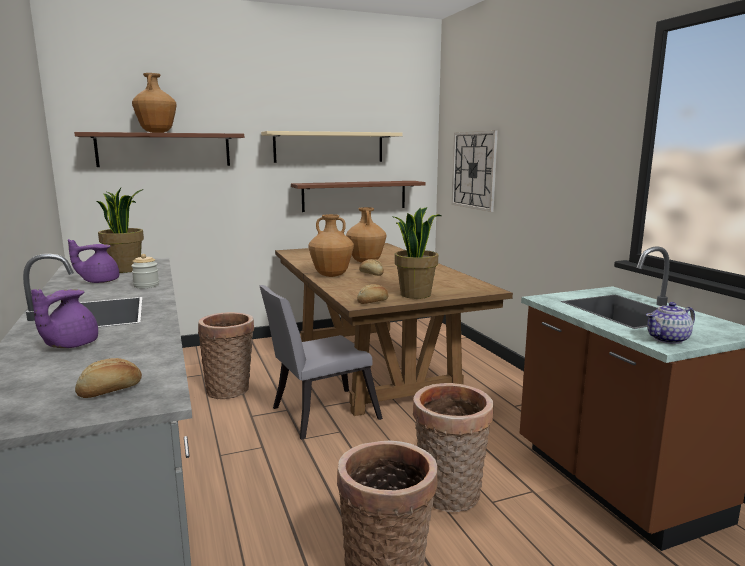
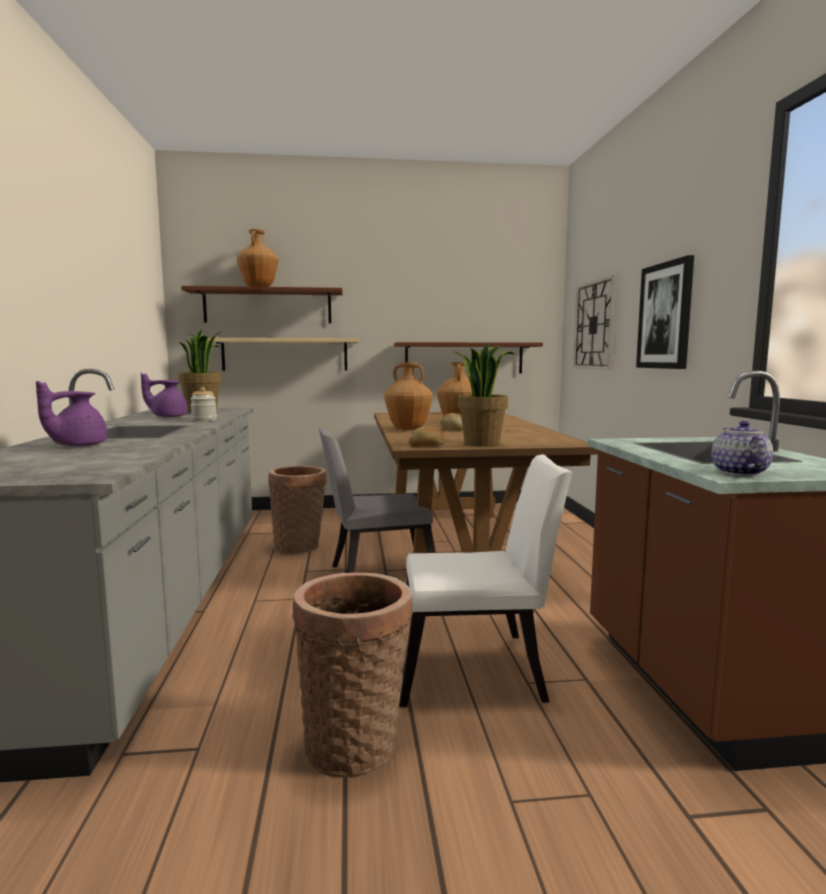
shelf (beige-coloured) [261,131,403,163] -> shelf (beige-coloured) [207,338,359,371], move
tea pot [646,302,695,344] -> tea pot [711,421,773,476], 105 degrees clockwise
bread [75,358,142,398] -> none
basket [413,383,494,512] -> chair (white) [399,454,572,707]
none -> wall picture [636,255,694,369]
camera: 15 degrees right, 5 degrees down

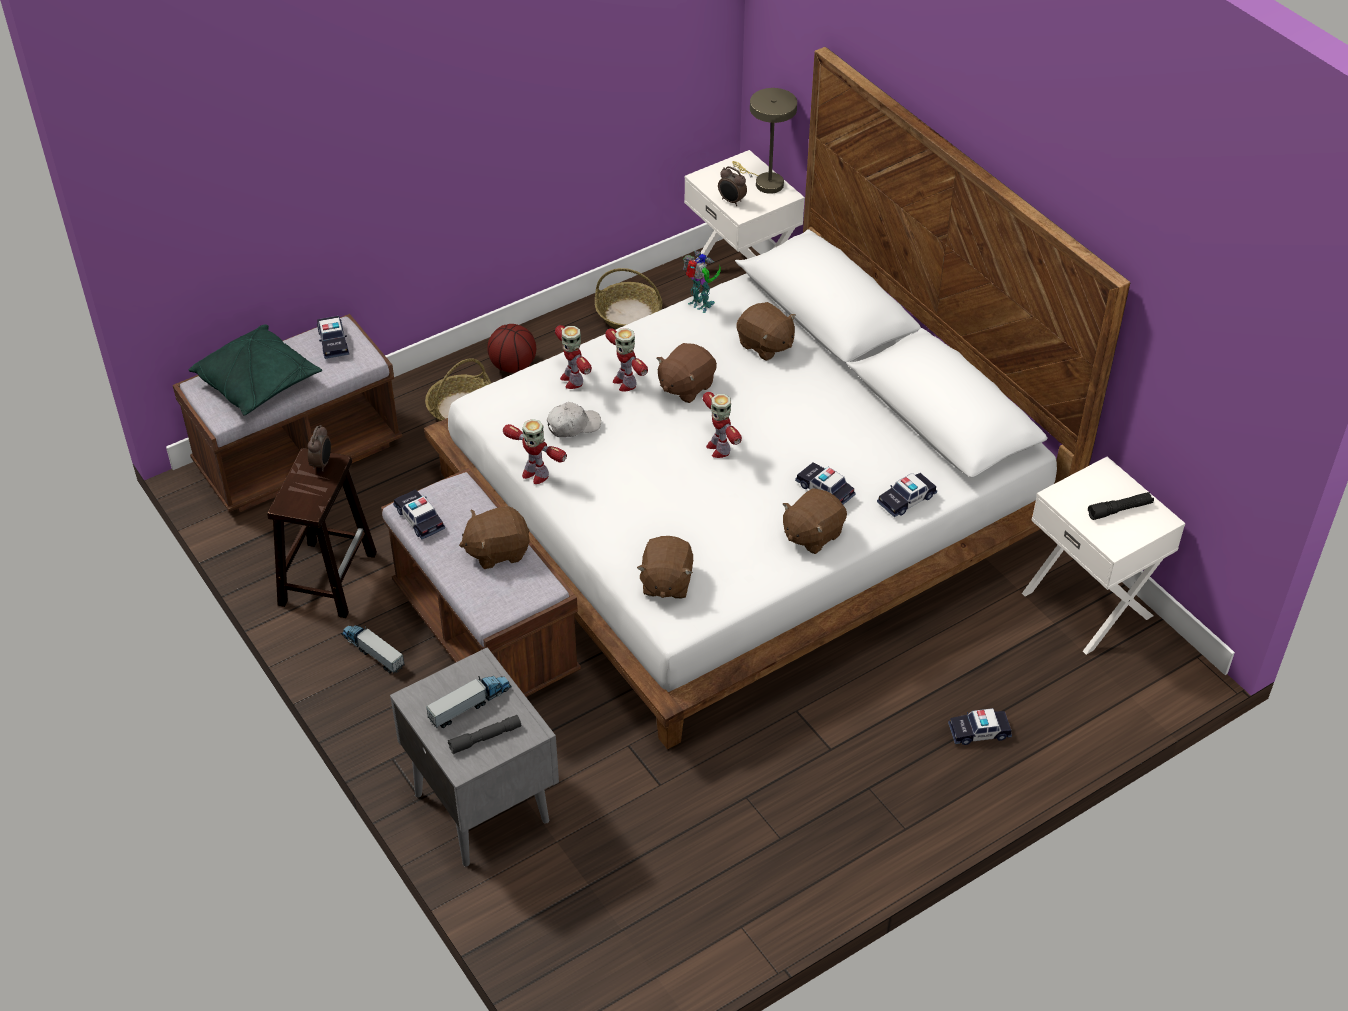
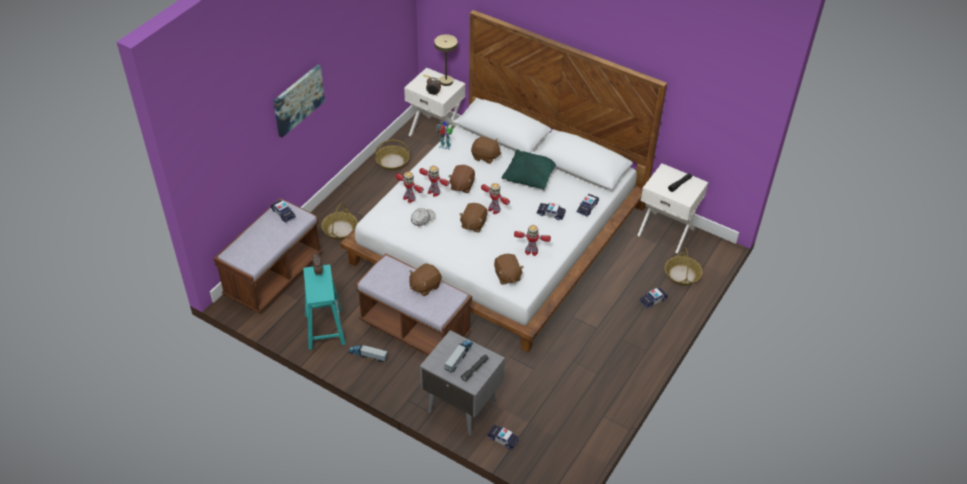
pillow (green) [189,324,322,416] -> pillow (green) [501,149,556,190], move
basketball ball [487,324,536,373] -> none
robot figure [503,419,567,484] -> robot figure [514,225,551,256], move
stool (brownish) [267,448,377,618] -> stool (blue-green) [303,265,346,350]
plush toy (brownish) [782,488,847,554] -> plush toy (brownish) [459,203,487,233], move
miniature car [393,489,445,539] -> miniature car [487,425,520,450], move
none -> wall picture [273,64,325,138]
none -> basket [665,247,702,285]
camera: 25 degrees left, 0 degrees up

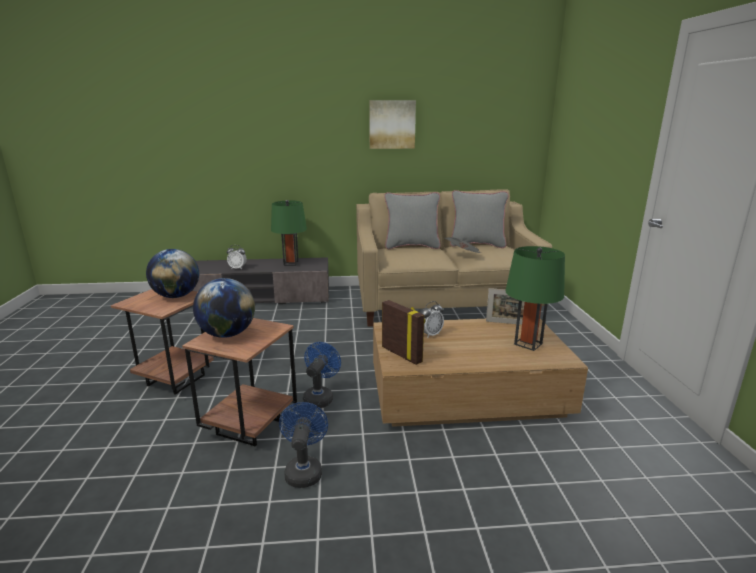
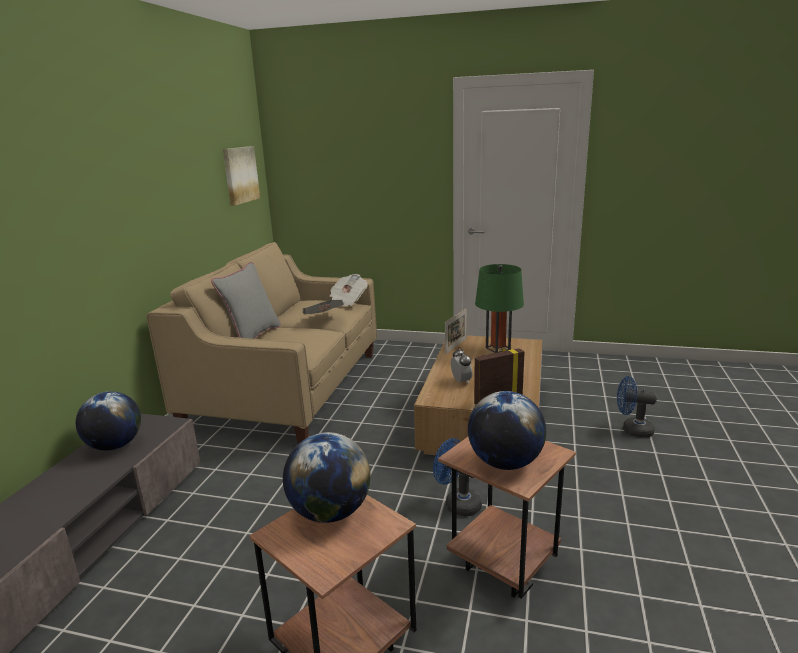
wall picture [369,100,416,149] -> wall picture [223,146,260,206], move
pillow (gray) [450,190,509,248] -> none
tabletop lamp (green) [271,200,307,266] -> desk globe [76,391,141,451]
alarm clock [227,245,247,270] -> none
cooling fan (bluish) [279,402,328,488] -> cooling fan (bluish) [617,376,657,438], move
none -> printed paper [329,274,368,307]
camera: 70 degrees left, 0 degrees up

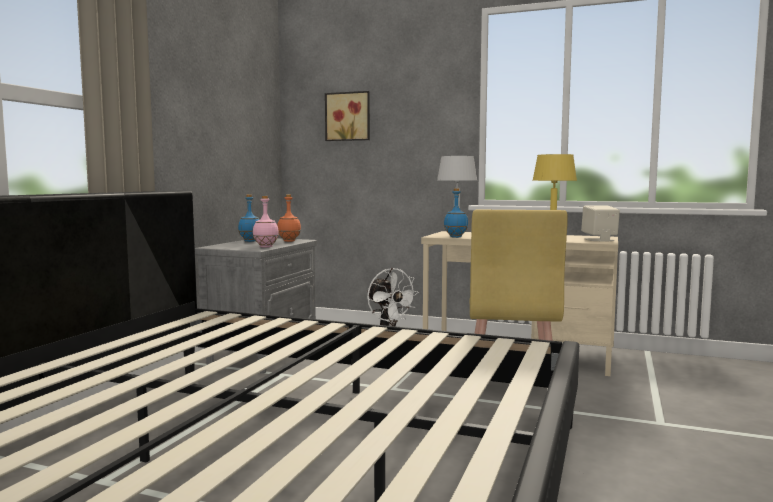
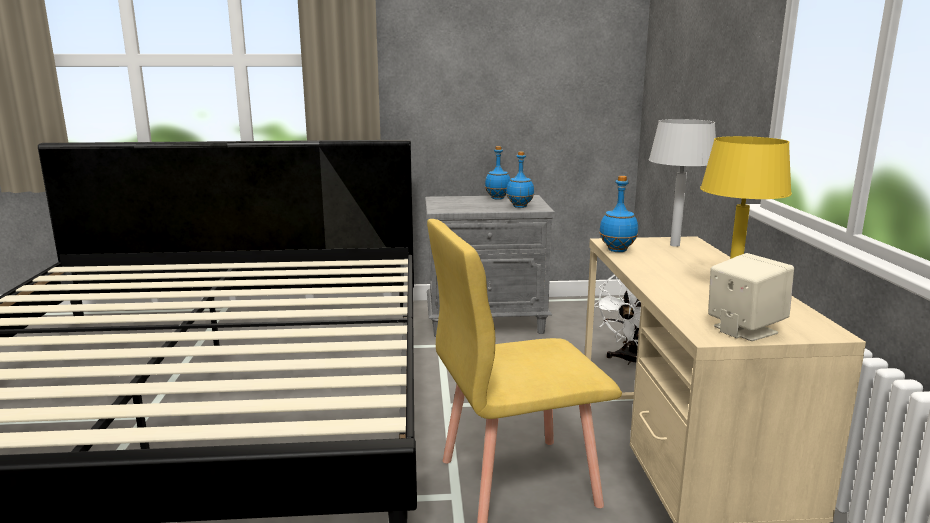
wall picture [325,91,370,141] -> none
bottle (orange) [277,194,301,242] -> bottle (bluish) [506,151,534,208]
bottle (pink) [253,196,279,248] -> none
camera: 65 degrees right, 10 degrees up

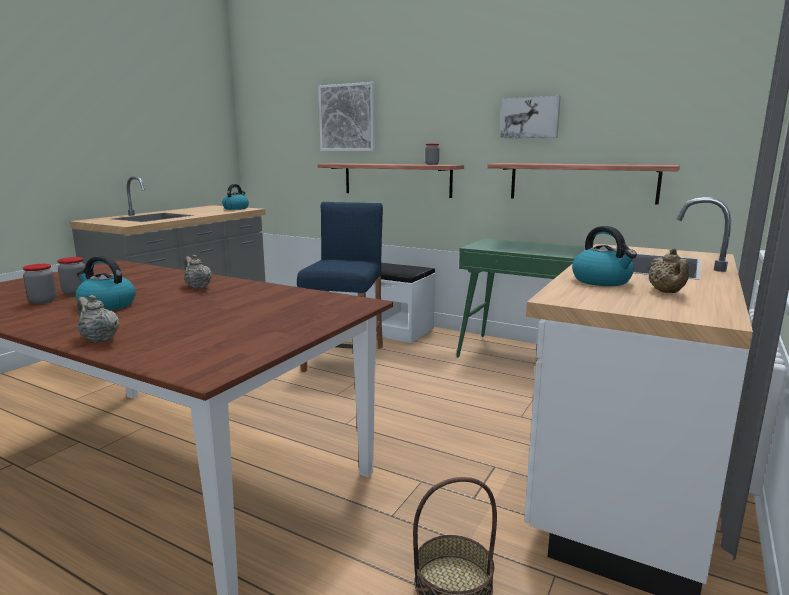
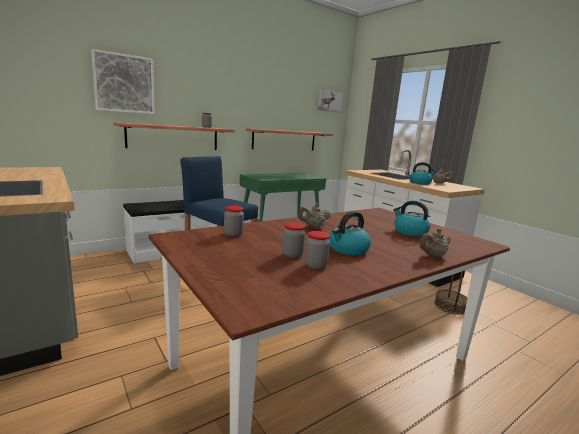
wall picture [500,96,561,138] -> wall picture [318,89,343,112], move
water kettle [222,184,249,210] -> water kettle [393,201,430,237], move
none -> jar [224,206,244,236]
camera: 65 degrees left, 0 degrees up

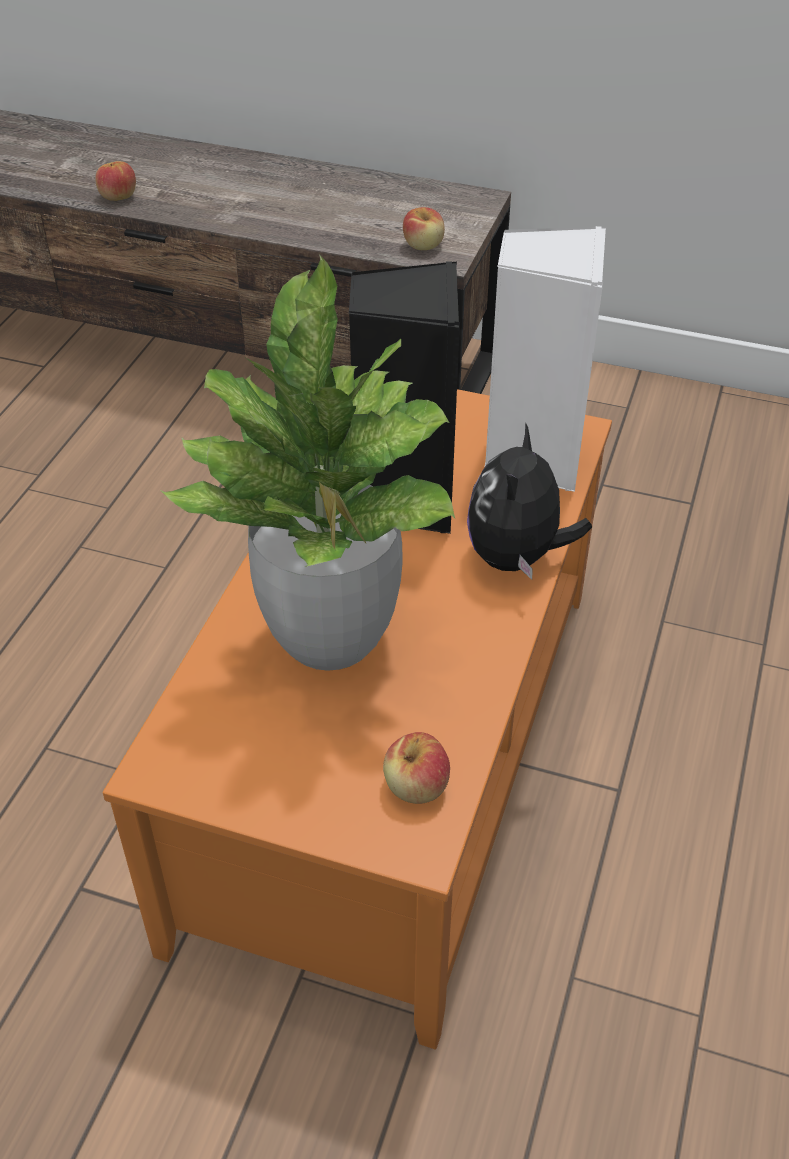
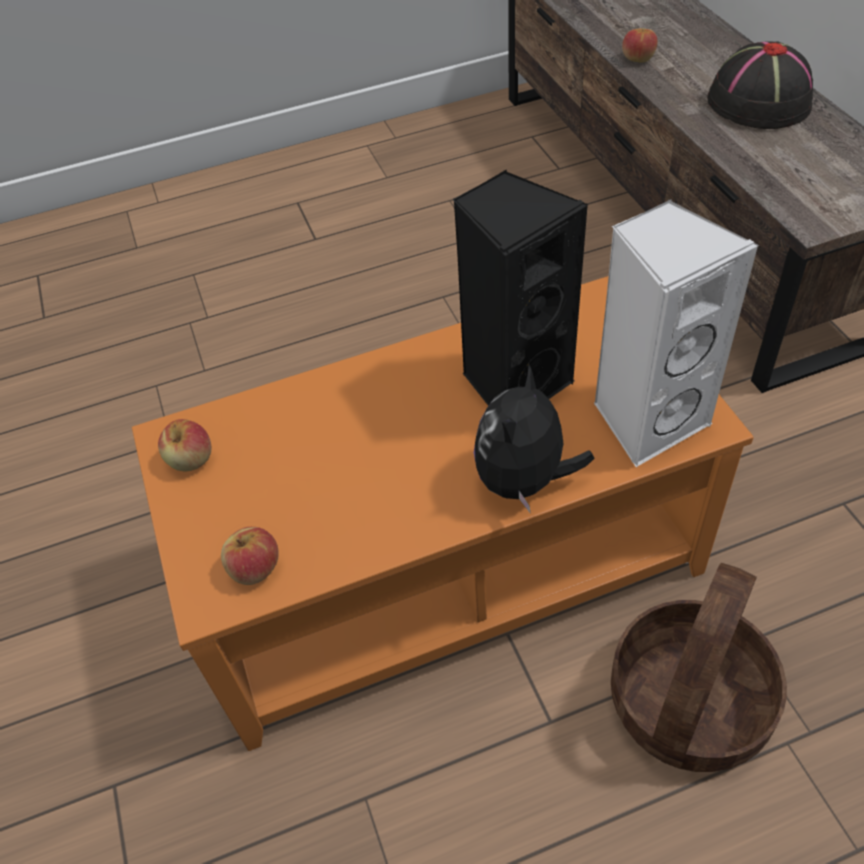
apple [403,207,445,250] -> apple [158,419,211,471], move
plant in a pot [160,254,455,671] -> none
plush toy [467,422,592,580] -> plush toy [474,365,595,514], 45 degrees counterclockwise
none -> hat (blackish) [707,41,813,129]
none -> basket [611,563,787,772]
camera: 55 degrees right, 5 degrees up

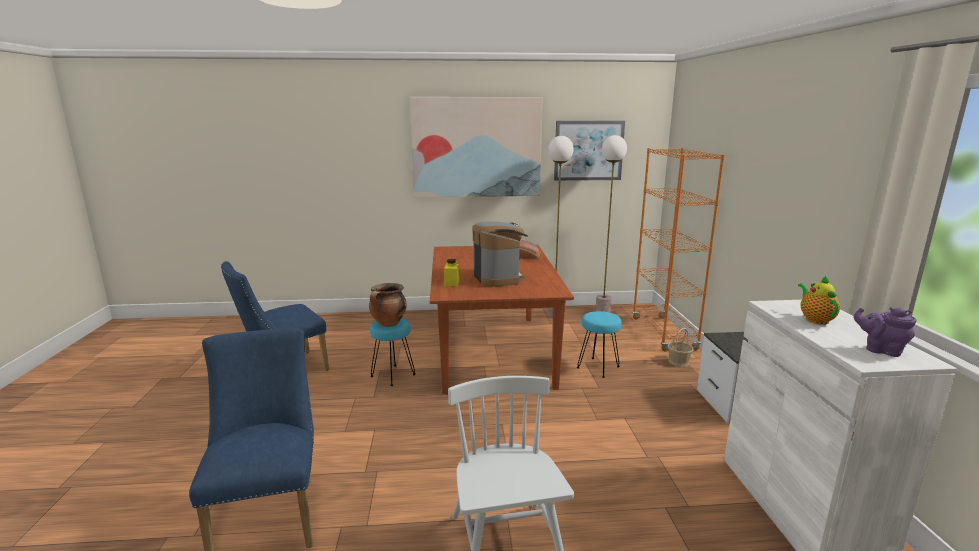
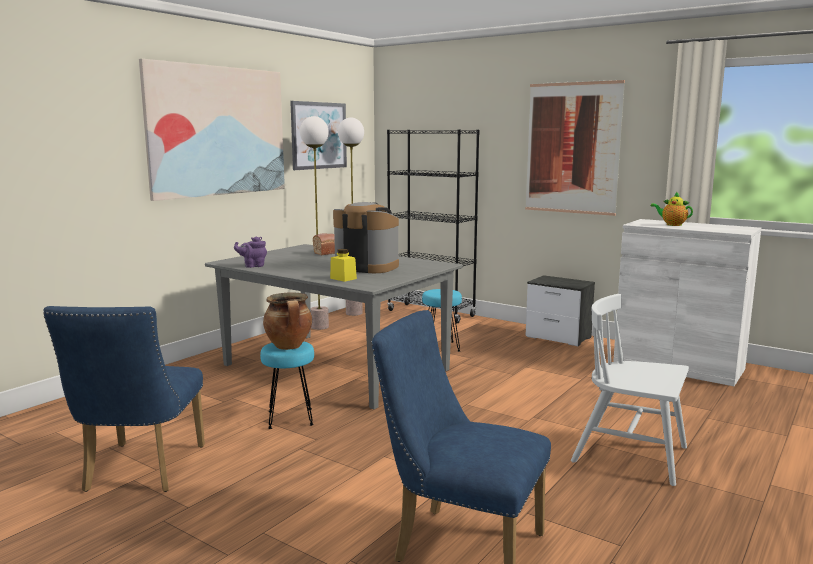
bookshelf (orange) [632,148,725,352] -> bookshelf (blackish) [387,129,480,323]
kitchen table (brownish) [430,245,574,394] -> kitchen table (gray) [205,244,463,409]
tea pot (purple) [854,307,916,357] -> tea pot (purple) [234,237,267,268], move
basket [667,328,694,366] -> none
none -> wall picture [525,80,625,216]
camera: 50 degrees left, 5 degrees down

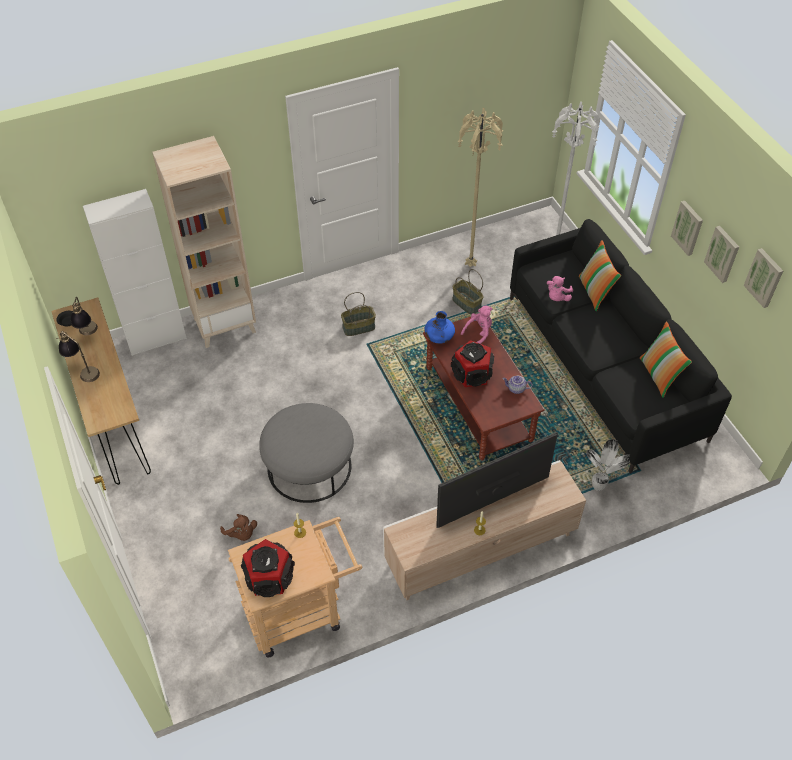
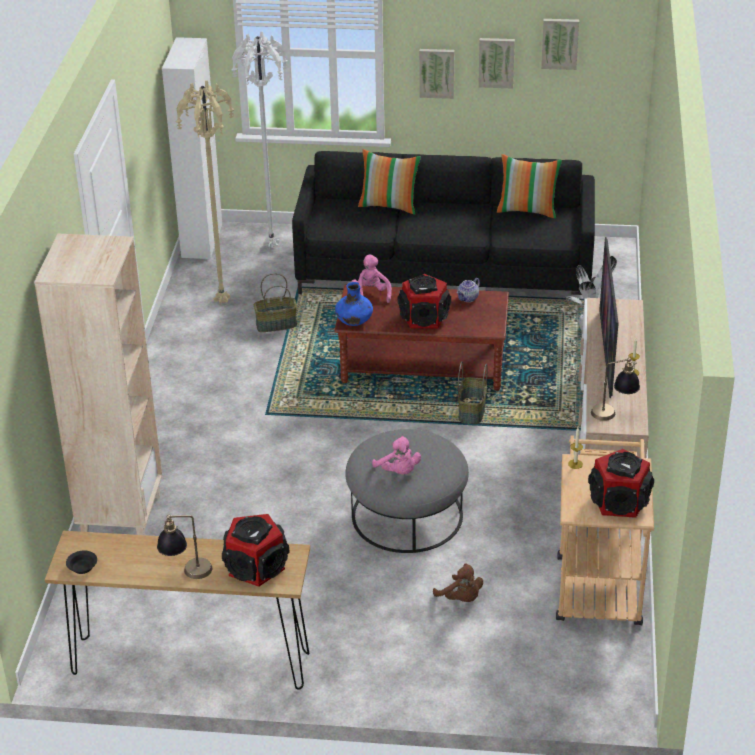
storage cabinet (white) [83,189,187,356] -> storage cabinet (white) [162,37,222,259], move
plush toy (pink) [547,276,573,301] -> plush toy (pink) [372,436,421,474], move
basket [341,292,376,336] -> basket [458,361,488,424], move
tabletop lamp [71,297,98,335] -> tabletop lamp [591,356,640,421], move
plush toy (brownish) [220,514,257,541] -> plush toy (brownish) [433,563,483,602], 60 degrees clockwise
none -> loudspeaker [222,514,289,587]
camera: 60 degrees left, 15 degrees down

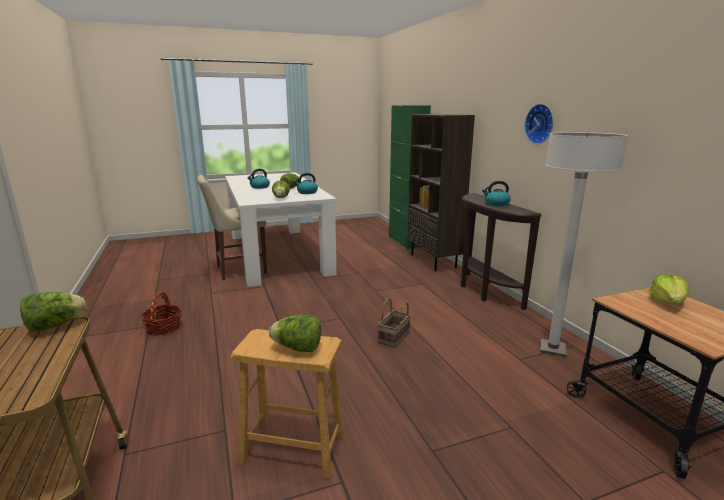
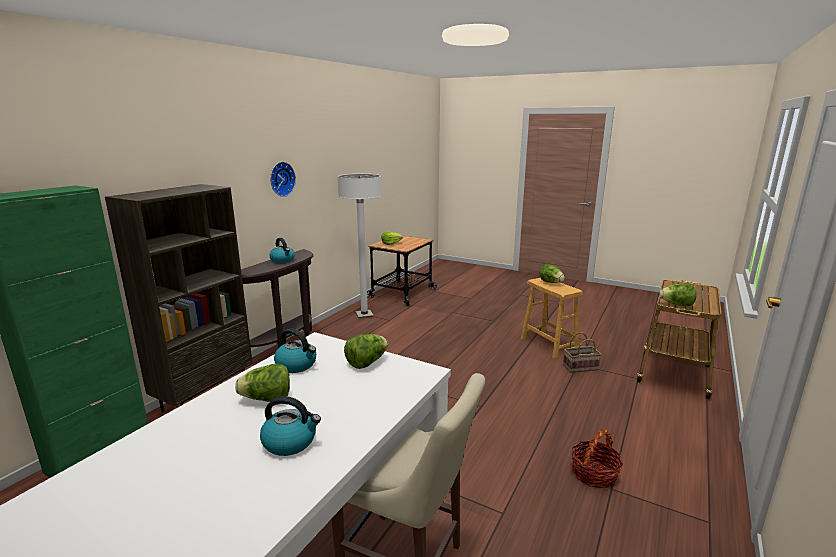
basket [378,298,411,347] -> basket [563,332,601,373], move
camera: 130 degrees left, 0 degrees up

